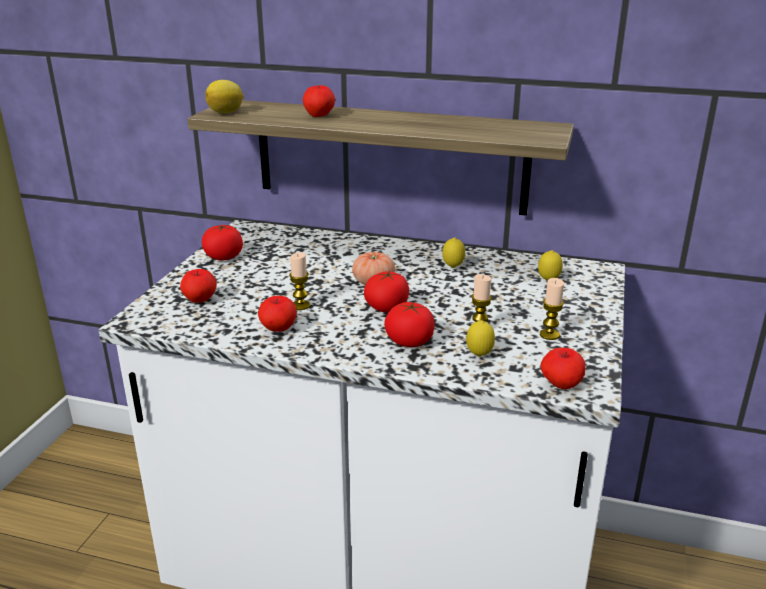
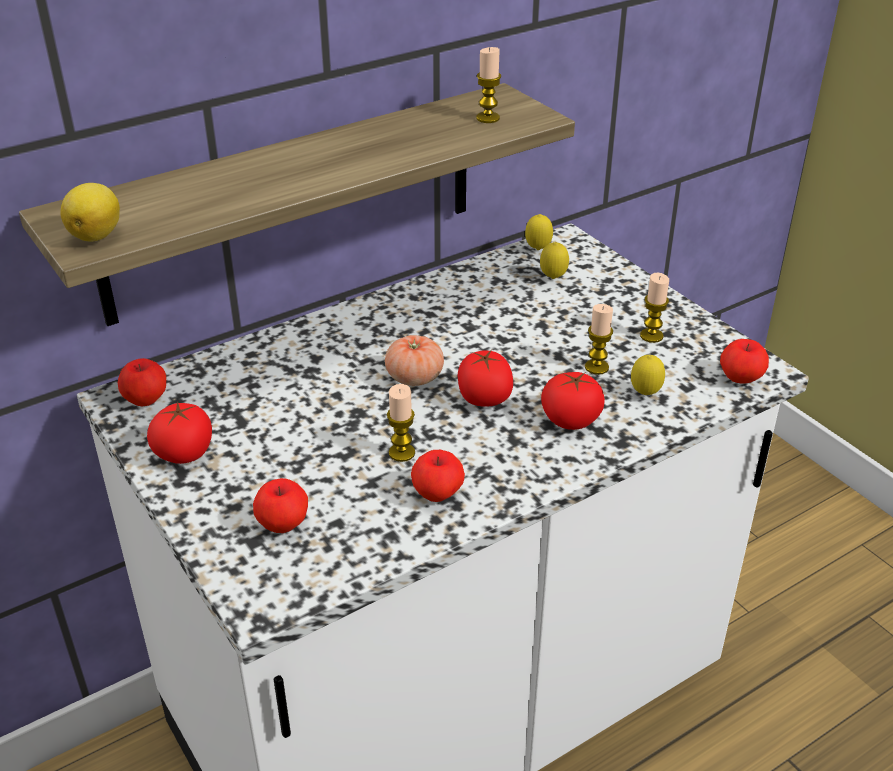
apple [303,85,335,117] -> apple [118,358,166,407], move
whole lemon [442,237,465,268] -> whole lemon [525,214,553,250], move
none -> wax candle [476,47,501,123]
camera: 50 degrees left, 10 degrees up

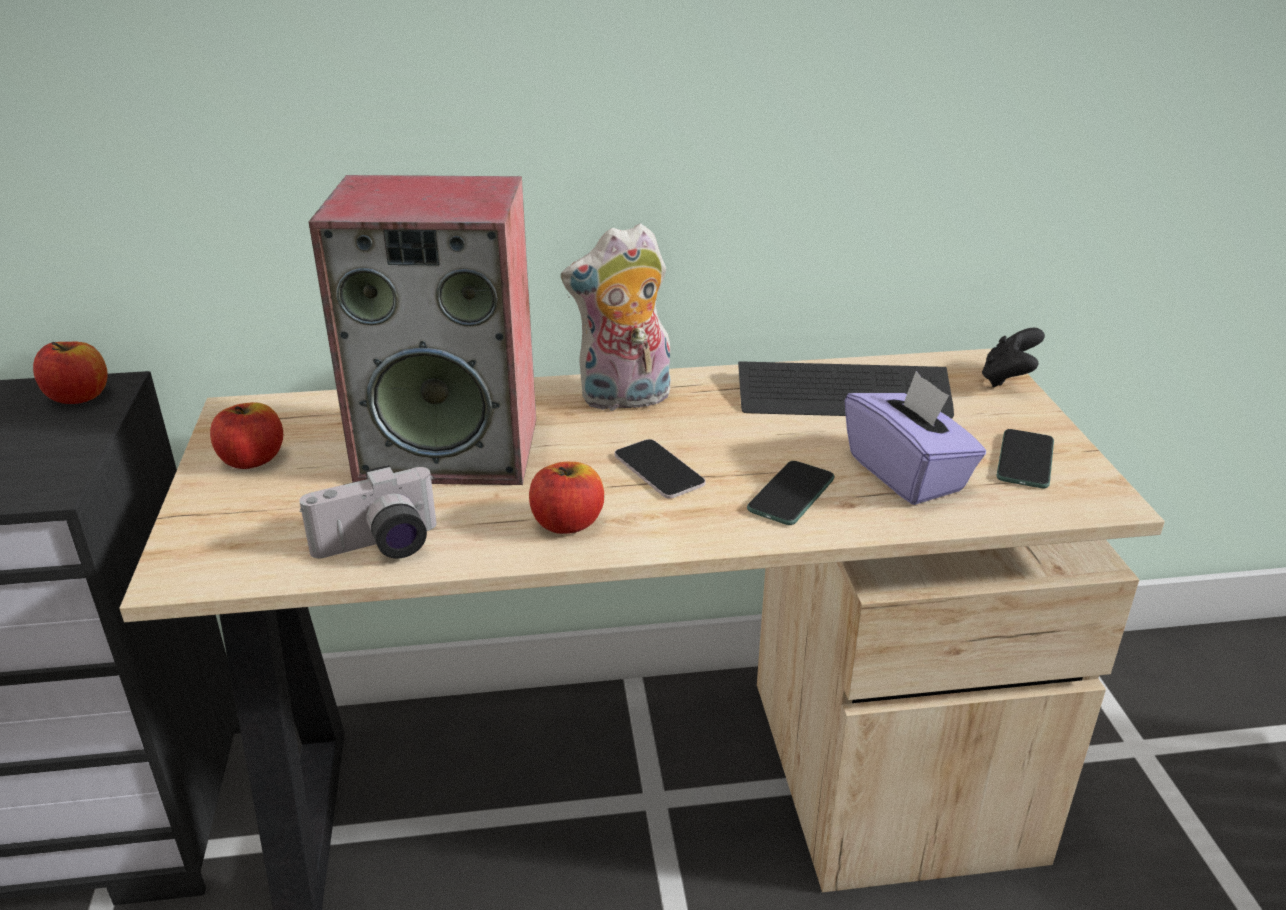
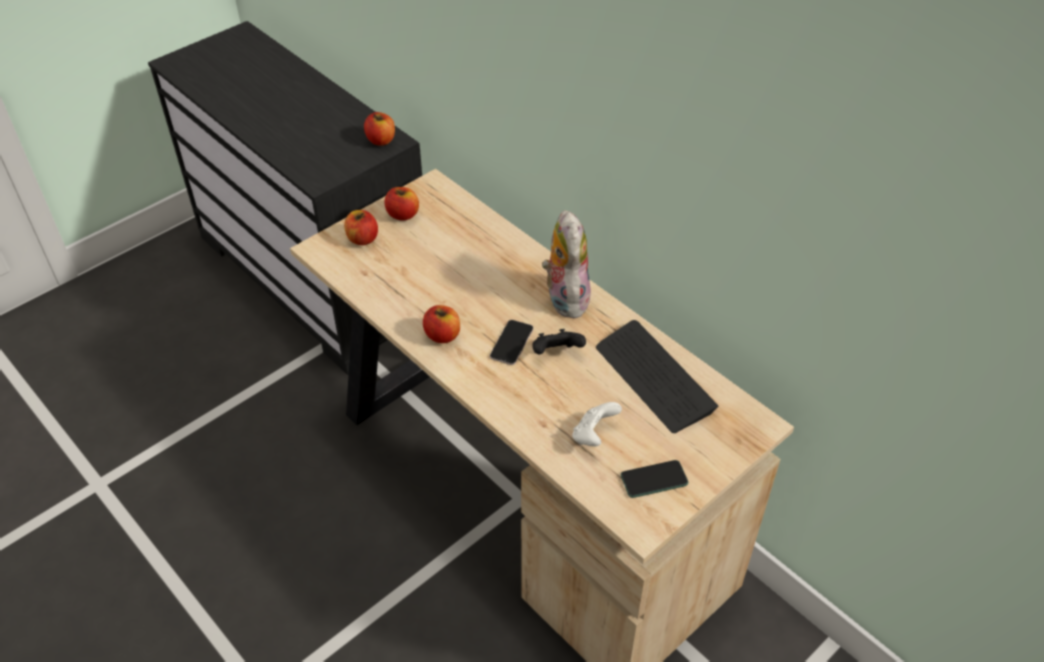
loudspeaker [309,175,536,485] -> none
plush toy [561,223,671,411] -> plush toy [542,210,591,318], 45 degrees clockwise
gamepad (blackish) [982,328,1045,387] -> gamepad (blackish) [533,329,586,355], move
box of tissues (purple) [845,371,986,505] -> gamepad (white) [572,402,622,447]
handset [747,461,834,525] -> none
photo camera [299,465,437,559] -> none
none -> apple [344,210,378,245]
camera: 55 degrees right, 15 degrees up

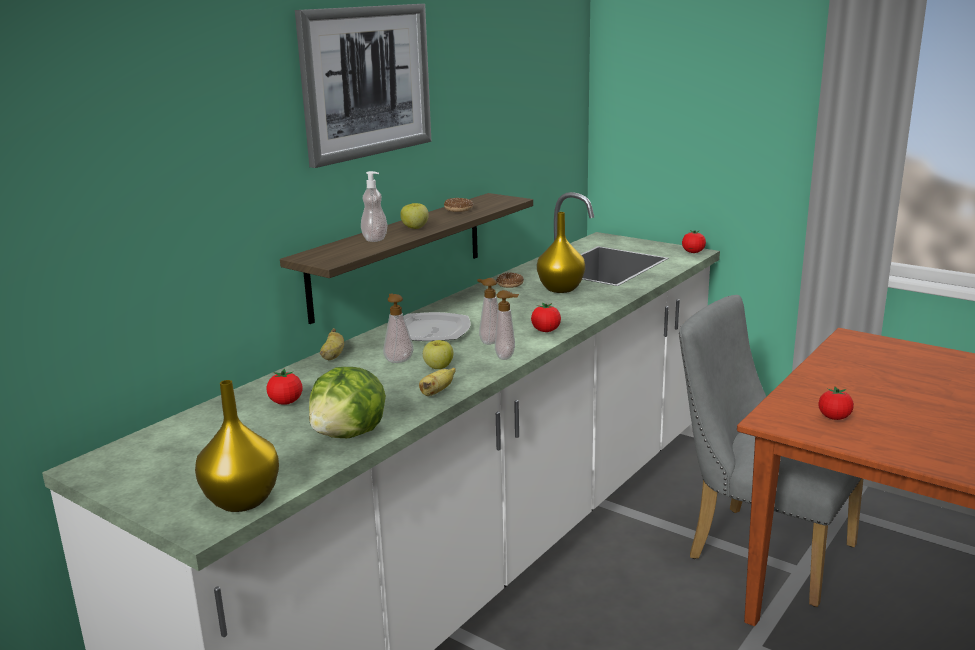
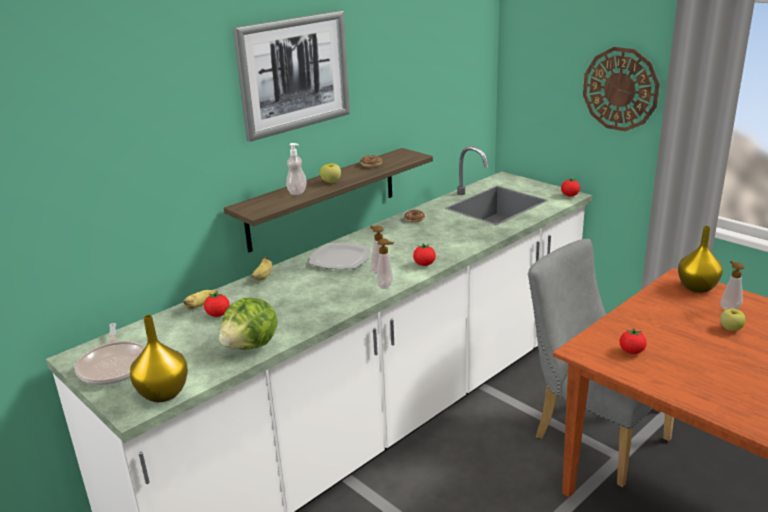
decorative vase (yellowish) [537,212,585,293] -> decorative vase (yellowish) [678,226,723,293], move
soap bottle [383,293,414,363] -> soap bottle [720,261,744,310], move
apple [423,340,453,369] -> apple [720,309,745,331], move
whole banana [419,368,456,396] -> whole banana [183,289,217,309], move
none -> wall clock [583,47,660,131]
none -> frying pan [75,323,145,385]
camera: 10 degrees right, 5 degrees up

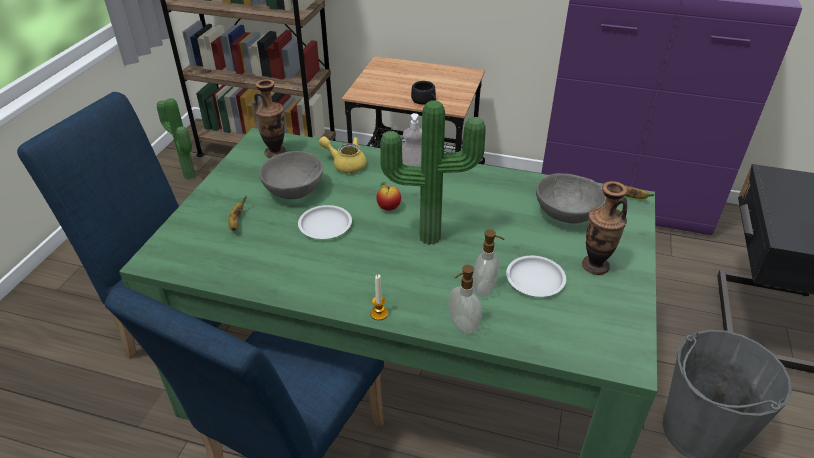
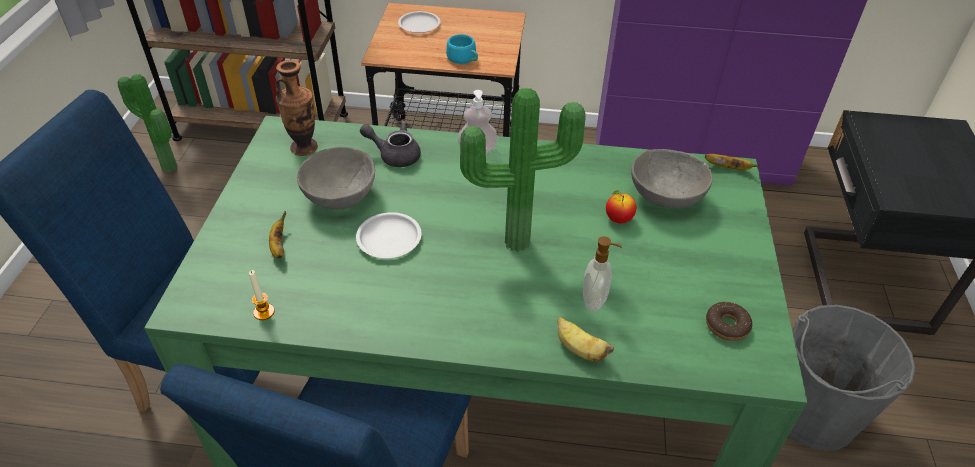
drinking cup (blackish) [411,81,436,105] -> drinking cup (blue-green) [446,34,478,64]
tea pot (yellowish) [319,136,367,173] -> tea pot (gray) [360,121,421,167]
decorative vase [582,181,627,275] -> none
apple [376,182,401,211] -> apple [606,190,636,223], move
flat dish (white) [506,256,566,297] -> flat dish (white) [398,11,441,33], move
soap bottle [448,265,482,334] -> whole banana [558,317,614,361]
wax candle [370,274,388,320] -> wax candle [249,270,275,320], move
none -> ring doughnut [706,302,752,341]
camera: 10 degrees left, 5 degrees up

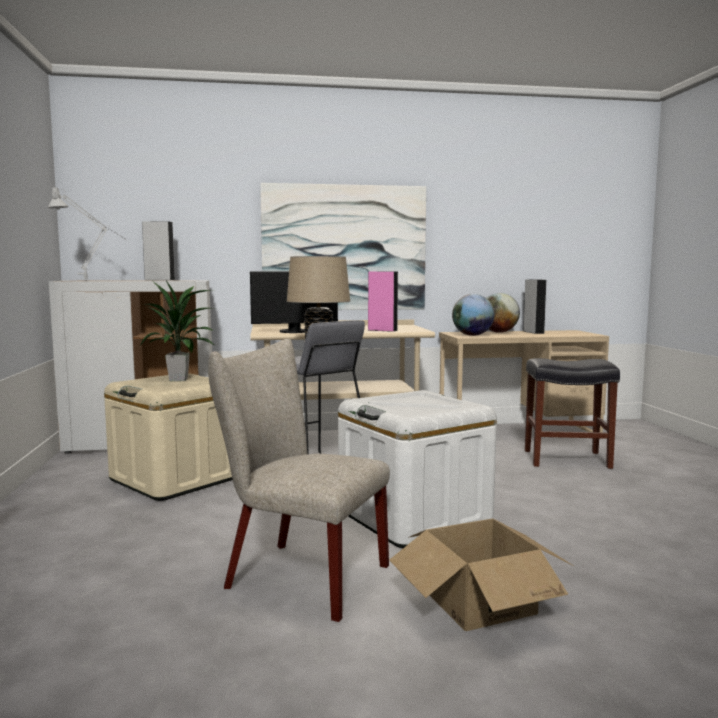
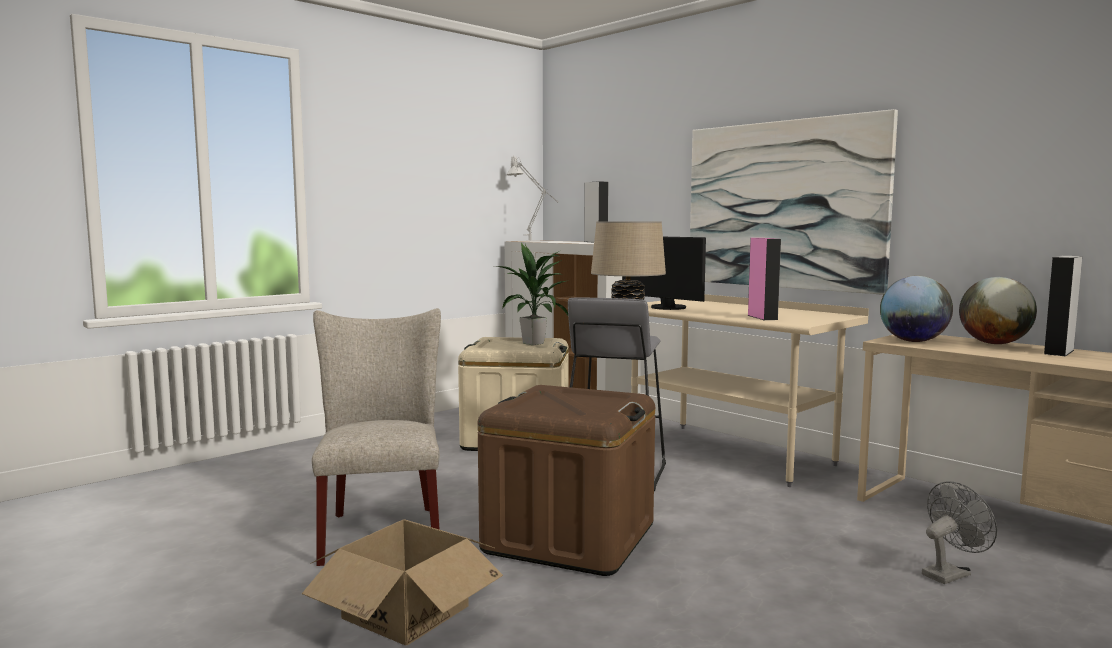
stool (blackish) [525,358,620,469] -> cooling fan (gray) [922,481,997,584]
storage bin (white) [338,390,497,548] -> storage bin (brownish) [477,385,655,576]
camera: 55 degrees right, 0 degrees up

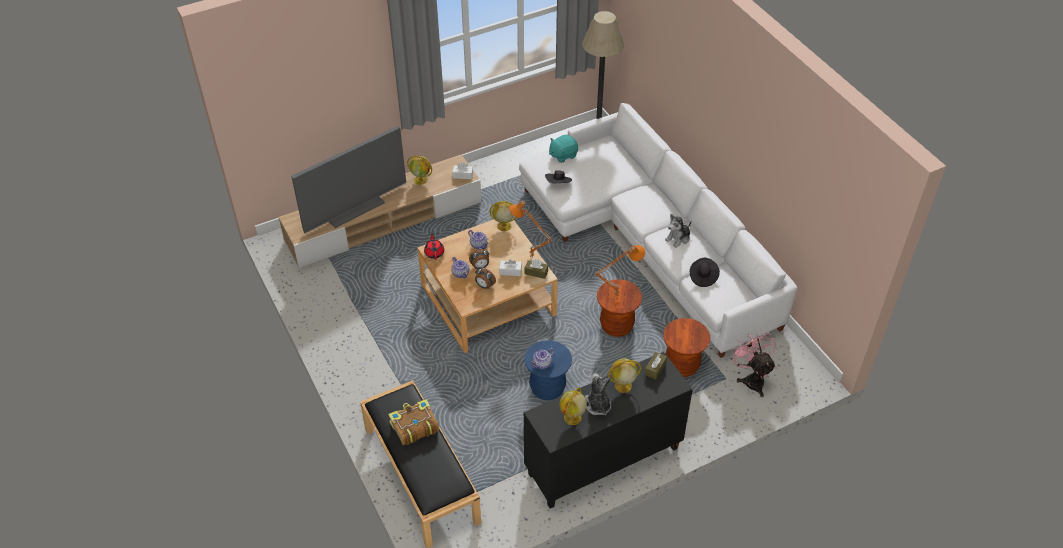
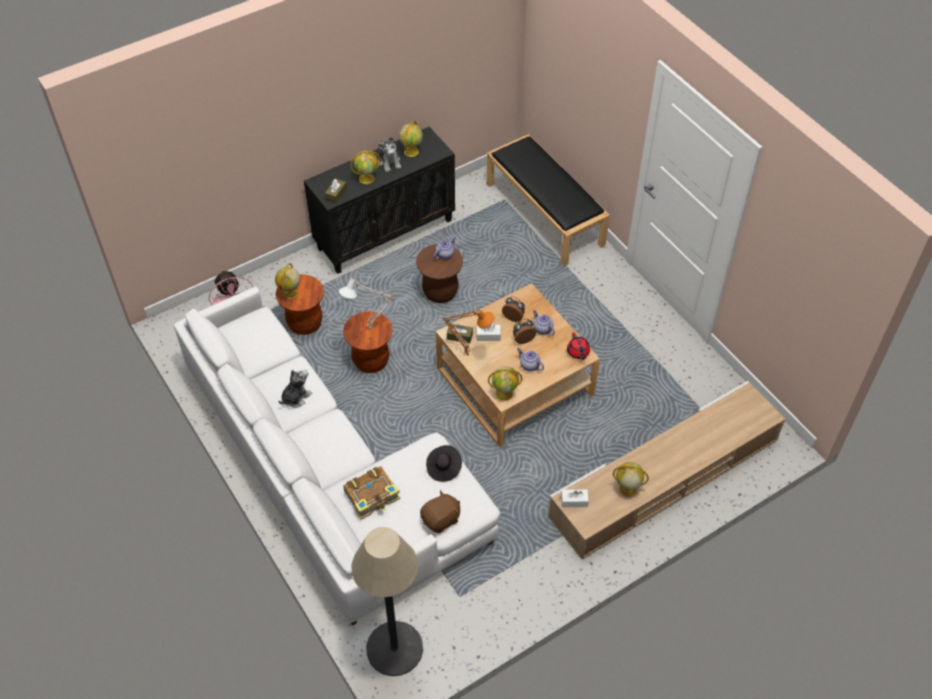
television [291,126,406,233] -> none
plush toy (blue-green) [549,135,578,163] -> plush toy (brownish) [420,490,460,533]
tabletop lamp (orange) [595,245,645,297] -> tabletop lamp (white) [339,279,394,329]
hat (blackish) [690,258,720,287] -> none
stool (bluish) [524,340,572,400] -> stool (brownish) [416,244,463,303]
volume [388,399,439,445] -> volume [344,466,400,520], move
none -> desk globe [275,263,300,299]
camera: 175 degrees right, 5 degrees up

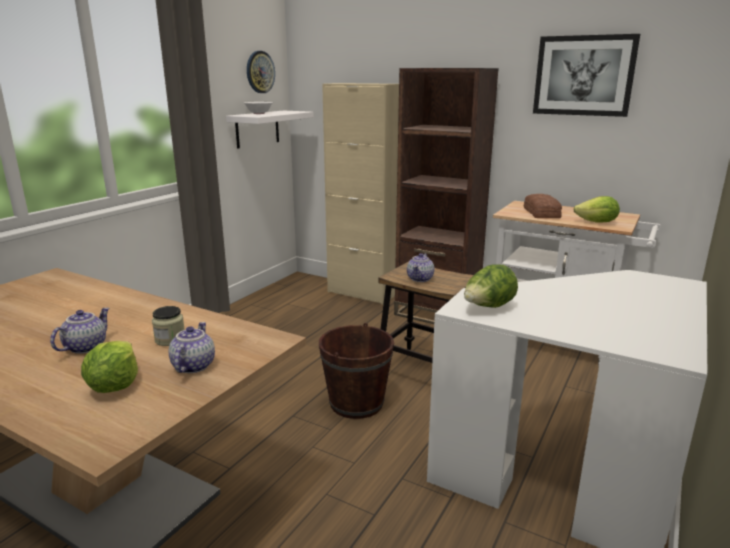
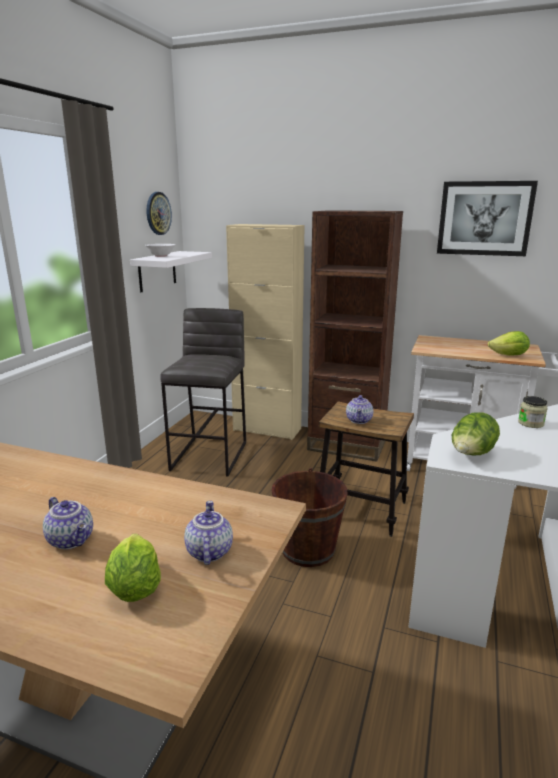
bread [524,194,562,218] -> none
jar [152,306,185,346] -> jar [518,396,548,428], move
tea pot [50,308,110,354] -> tea pot [43,497,93,550], 120 degrees clockwise
none -> stool (gray) [160,308,246,476]
camera: 10 degrees left, 0 degrees up

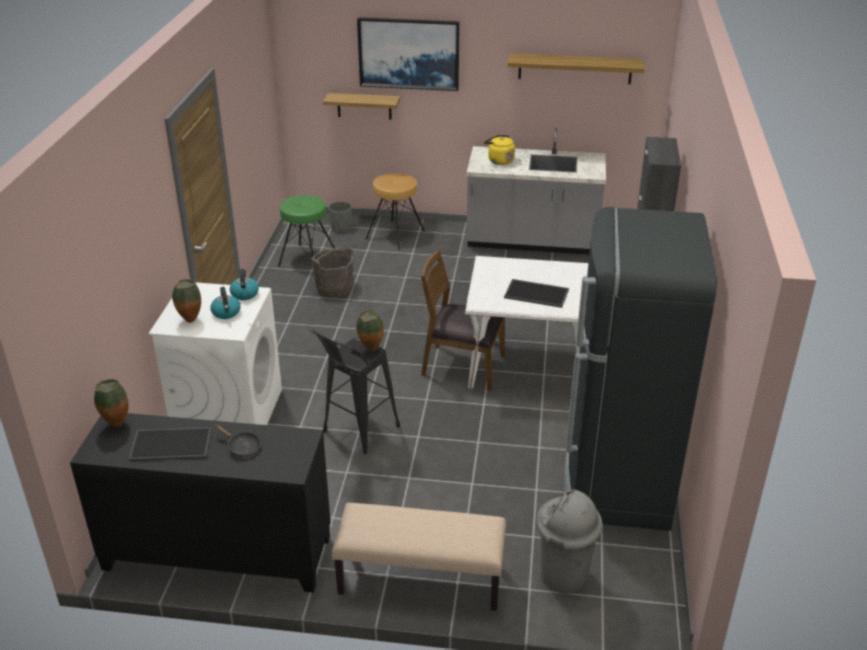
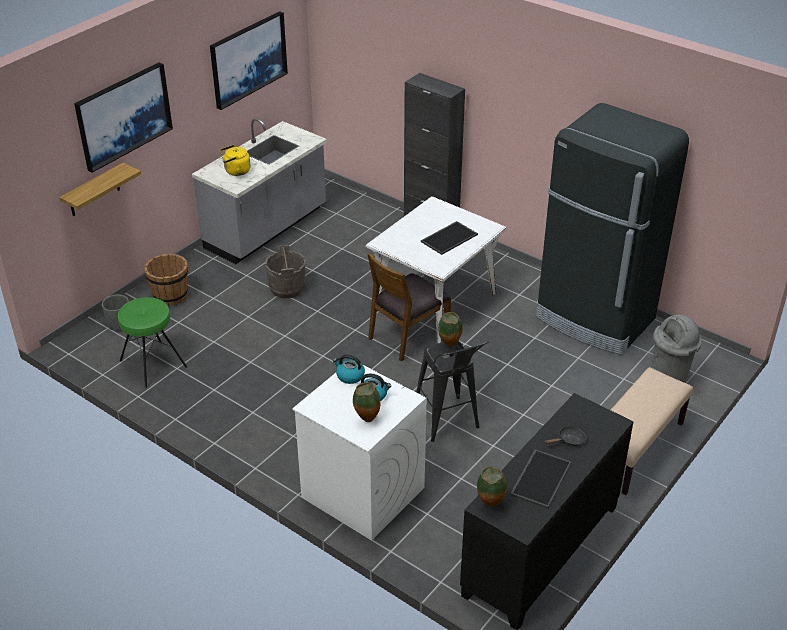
shelf [508,53,645,84] -> wall picture [210,11,288,110]
stool (brownish) [366,173,425,250] -> bucket (brownish) [144,254,188,306]
bucket (gray) [311,245,353,297] -> bucket (gray) [265,245,306,298], move
camera: 60 degrees left, 5 degrees up

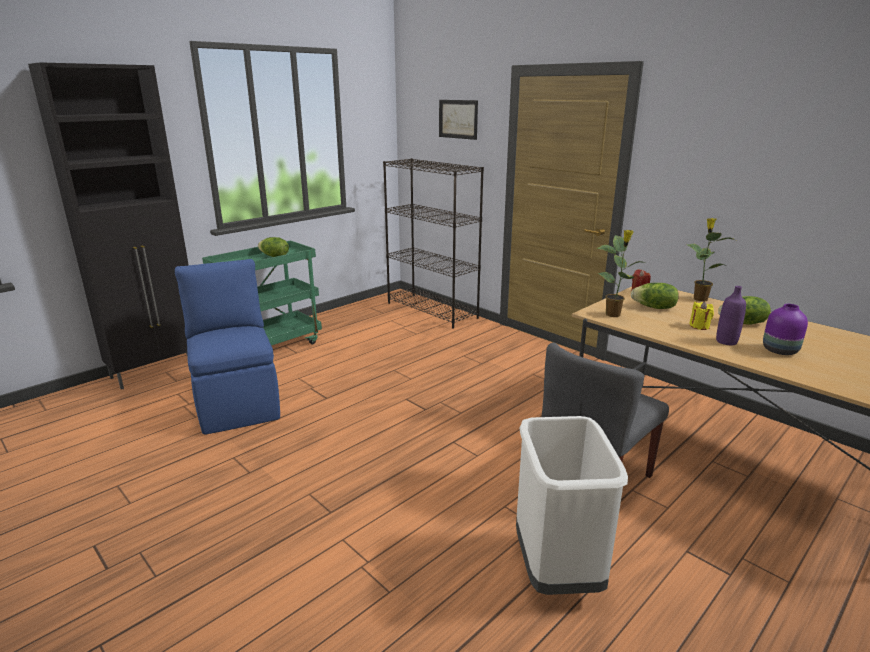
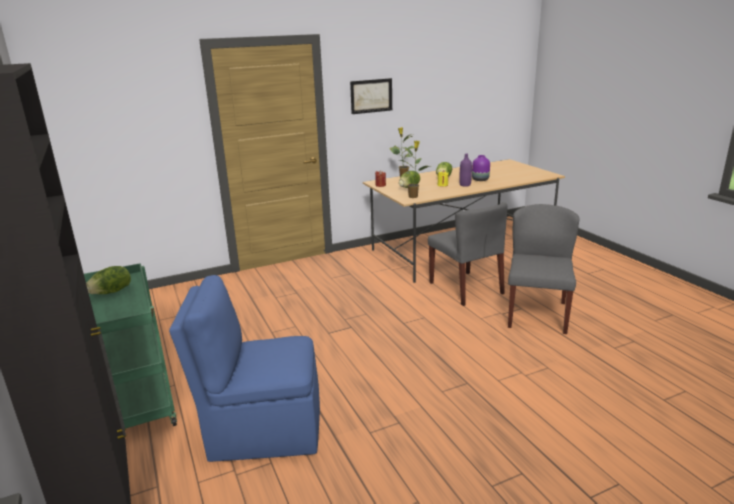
wall picture [439,100,478,140] -> wall picture [350,78,392,114], move
bookshelf (blackish) [383,158,484,328] -> none
trash can (white) [516,416,628,595] -> chair (gray) [508,204,580,334]
camera: 70 degrees left, 0 degrees up

